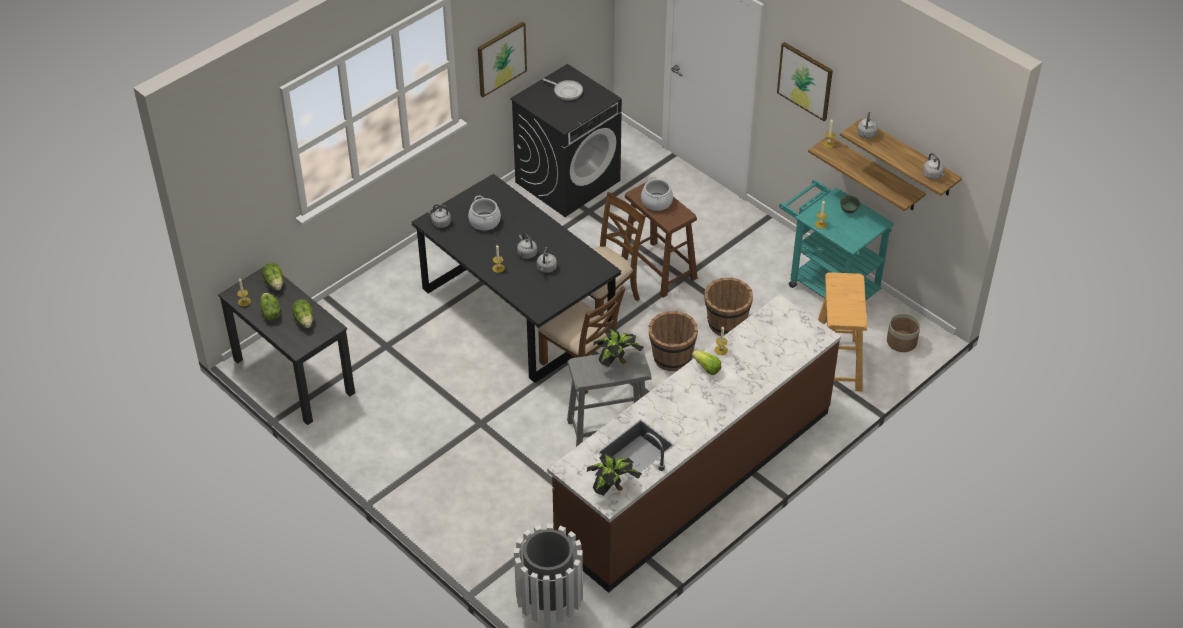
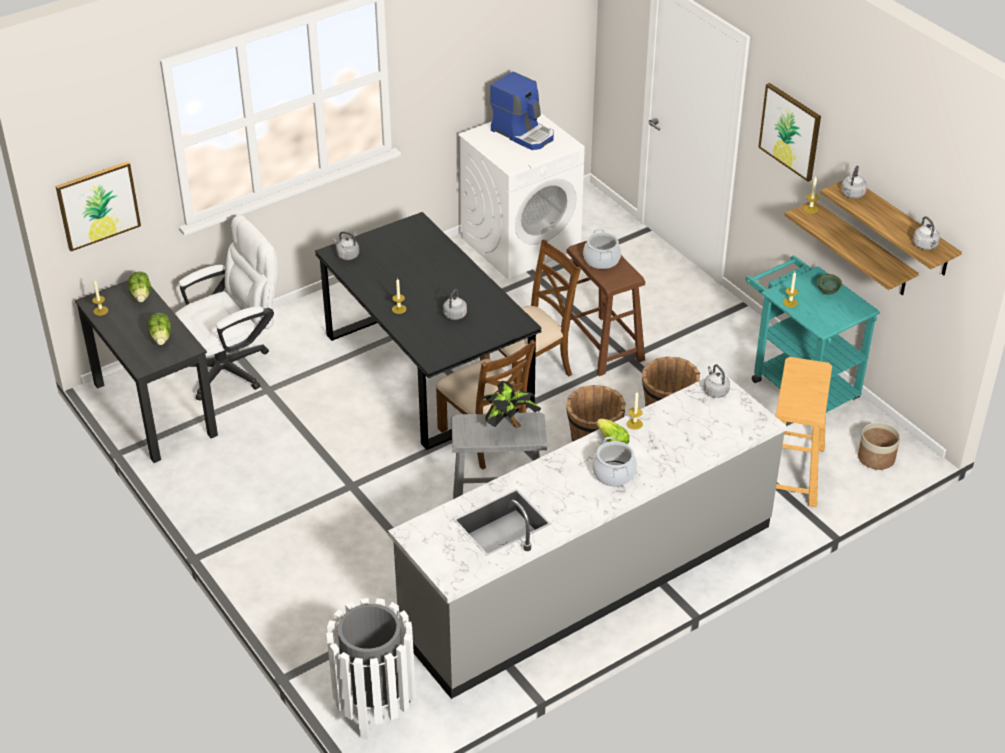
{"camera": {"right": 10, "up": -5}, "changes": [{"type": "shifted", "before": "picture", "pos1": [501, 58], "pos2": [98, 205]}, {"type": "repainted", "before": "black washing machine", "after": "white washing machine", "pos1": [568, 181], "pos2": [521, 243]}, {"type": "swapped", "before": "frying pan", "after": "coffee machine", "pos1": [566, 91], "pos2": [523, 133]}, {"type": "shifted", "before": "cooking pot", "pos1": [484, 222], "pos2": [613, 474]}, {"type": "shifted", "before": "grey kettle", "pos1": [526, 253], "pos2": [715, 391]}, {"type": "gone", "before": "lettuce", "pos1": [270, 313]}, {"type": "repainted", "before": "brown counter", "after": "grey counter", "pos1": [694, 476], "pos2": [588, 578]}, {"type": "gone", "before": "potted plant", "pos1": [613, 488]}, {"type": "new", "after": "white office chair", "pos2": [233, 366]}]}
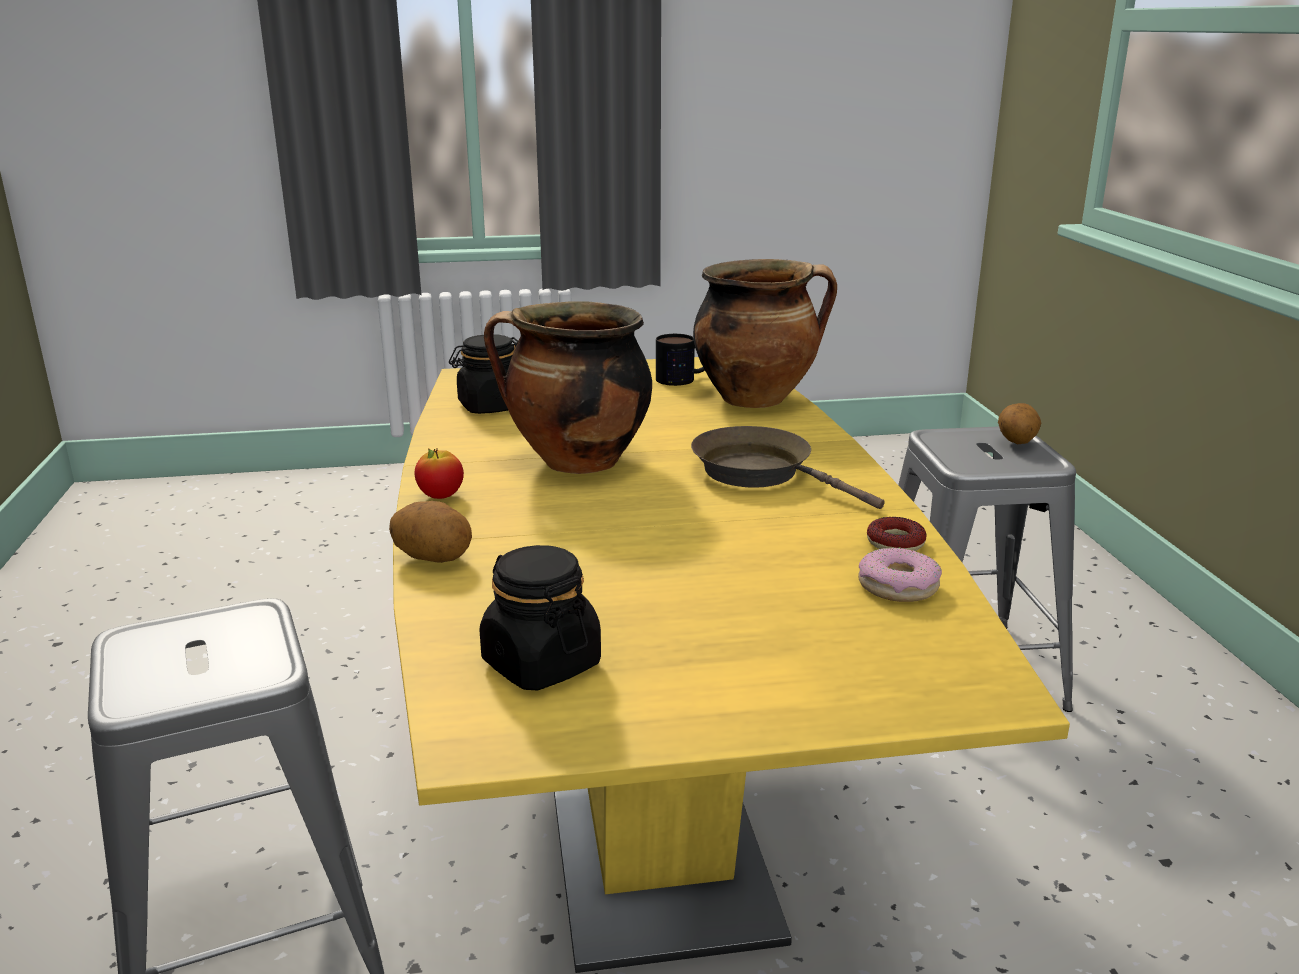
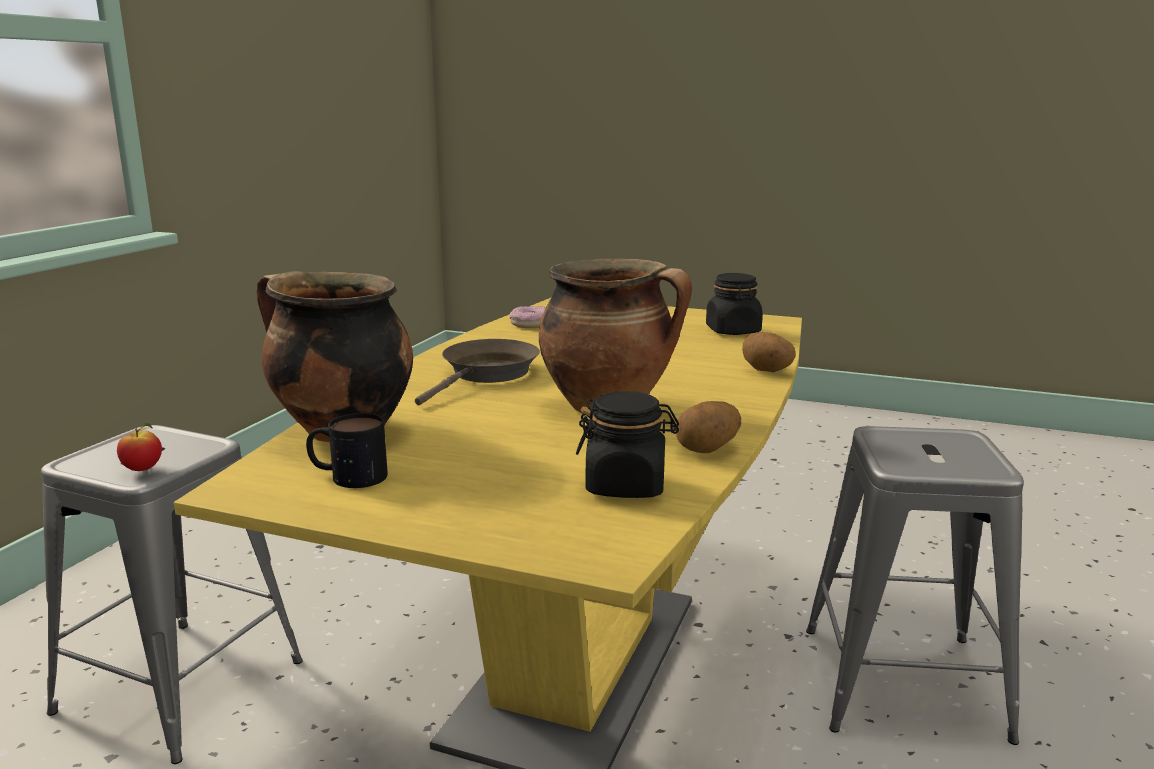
{"camera": {"right": -150, "up": -5}, "changes": [{"type": "shifted", "before": "potato", "pos1": [1016, 442], "pos2": [708, 450]}, {"type": "rotated", "before": "brown frying pan", "pos1": [760, 473], "pos2": [487, 374], "turn": -135}, {"type": "shifted", "before": "apple", "pos1": [440, 497], "pos2": [142, 469]}, {"type": "gone", "before": "donut", "pos1": [895, 542]}]}
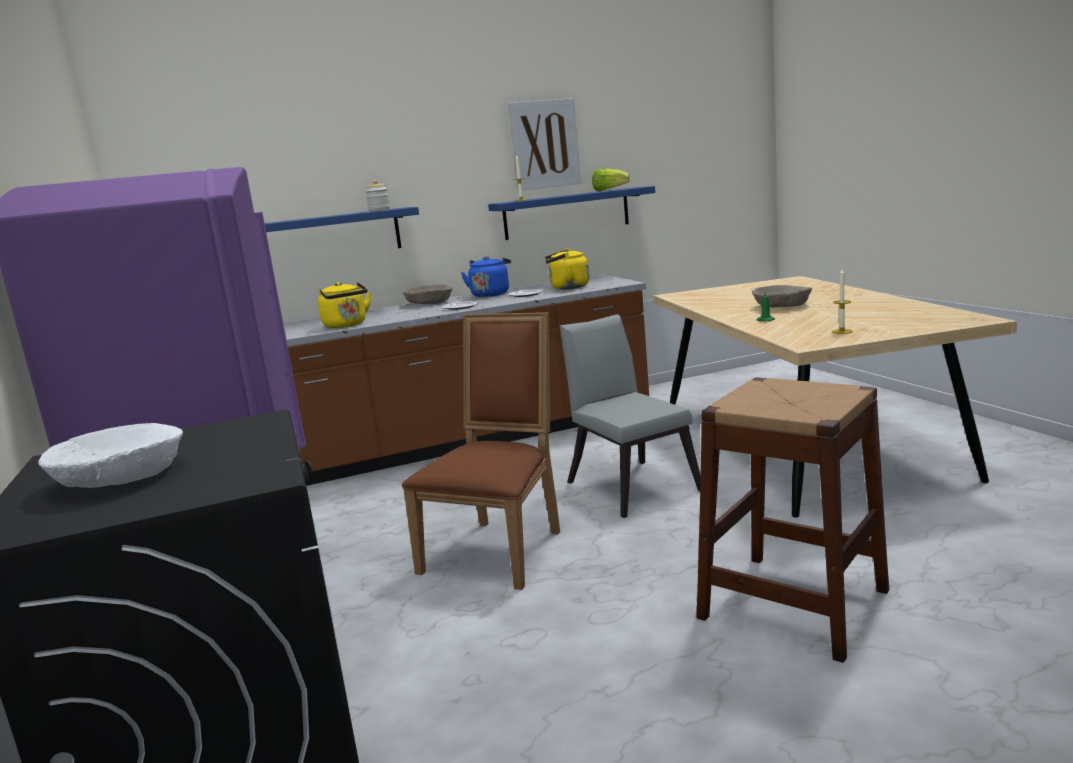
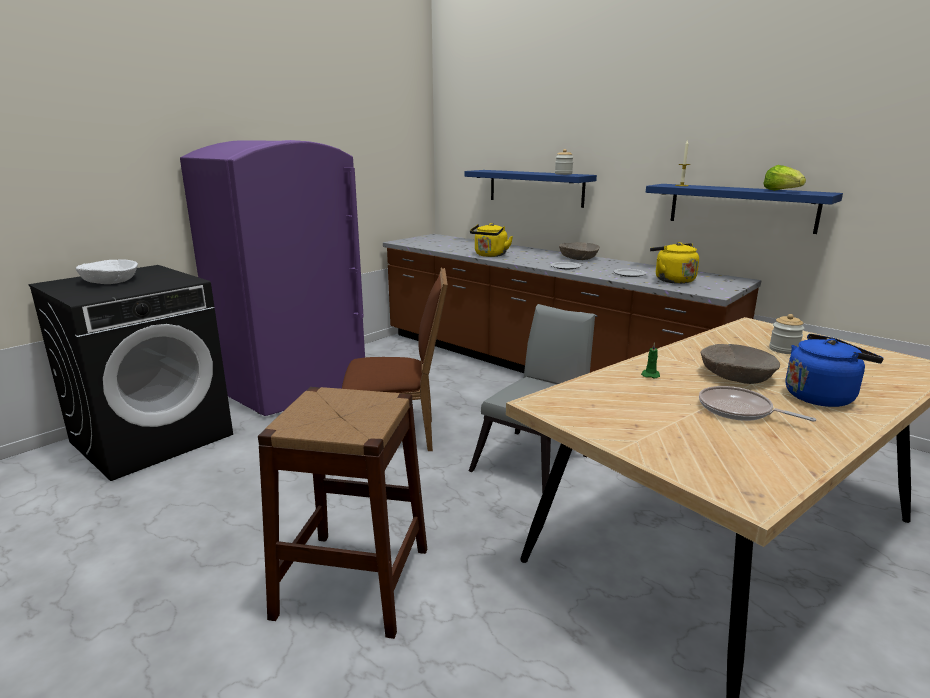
{"camera": {"right": 60, "up": 5}, "changes": [{"type": "gone", "before": "picture", "pos1": [544, 144]}, {"type": "shifted", "before": "blue kettle", "pos1": [490, 294], "pos2": [822, 397]}, {"type": "gone", "before": "candle", "pos1": [842, 331]}, {"type": "new", "after": "jar", "pos2": [784, 350]}, {"type": "new", "after": "frying pan", "pos2": [739, 410]}]}
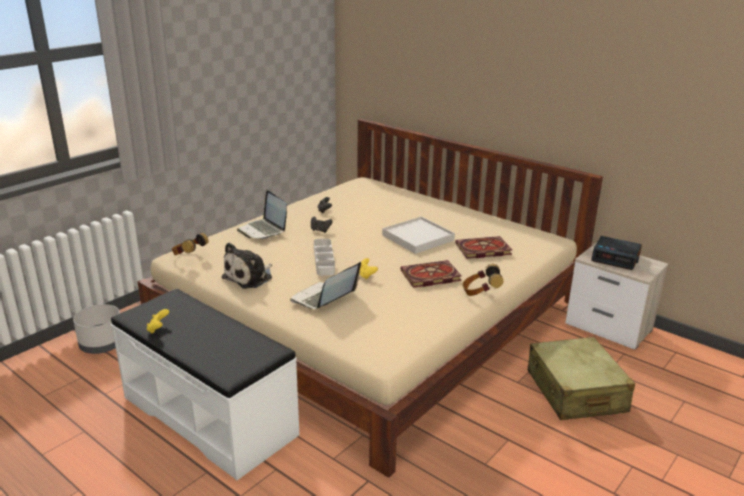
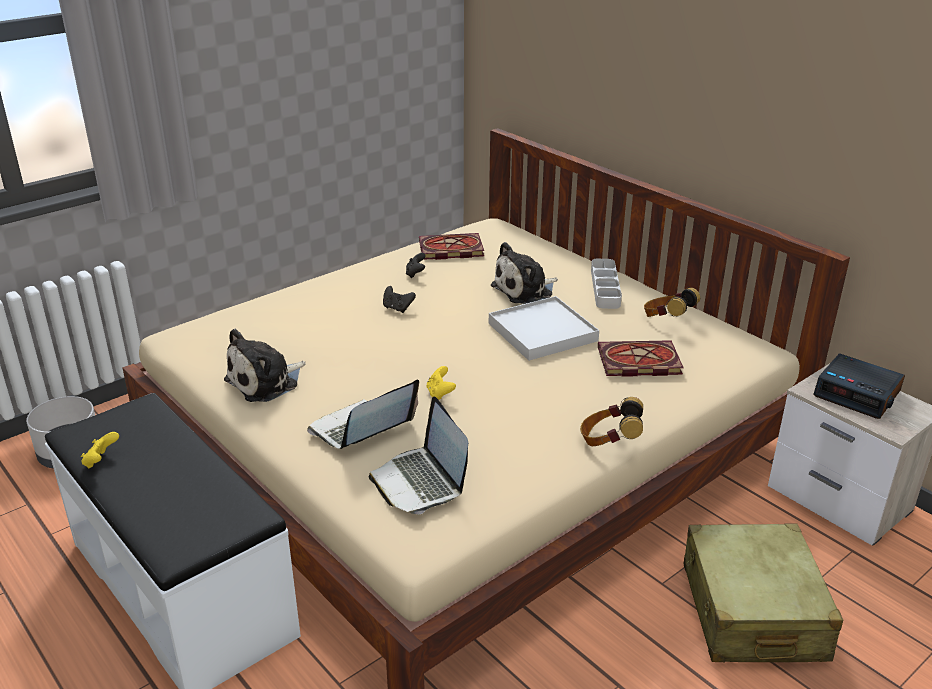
{"camera": {"right": 10, "up": 5}, "changes": [{"type": "shifted", "before": "laptop", "pos1": [263, 230], "pos2": [420, 482]}, {"type": "shifted", "before": "headphones", "pos1": [189, 256], "pos2": [667, 320]}, {"type": "shifted", "before": "grey tray", "pos1": [324, 260], "pos2": [605, 287]}, {"type": "shifted", "before": "book", "pos1": [429, 277], "pos2": [449, 250]}, {"type": "new", "after": "plush toy", "pos2": [525, 290]}]}
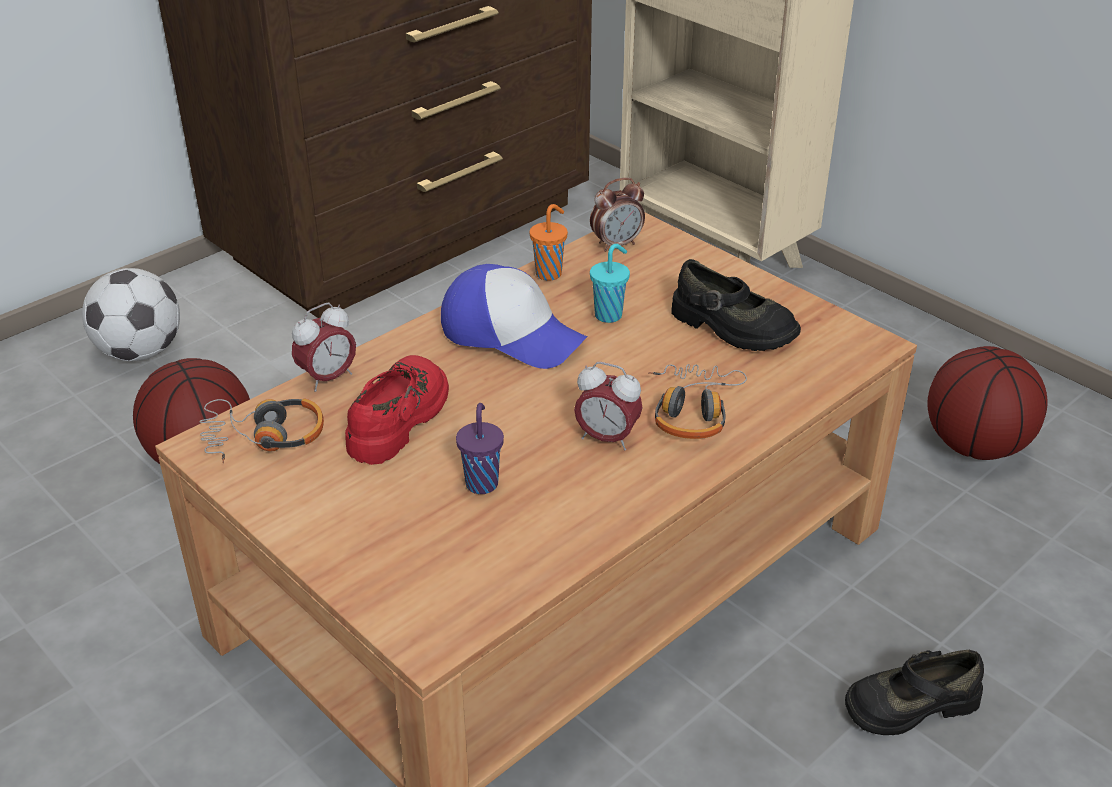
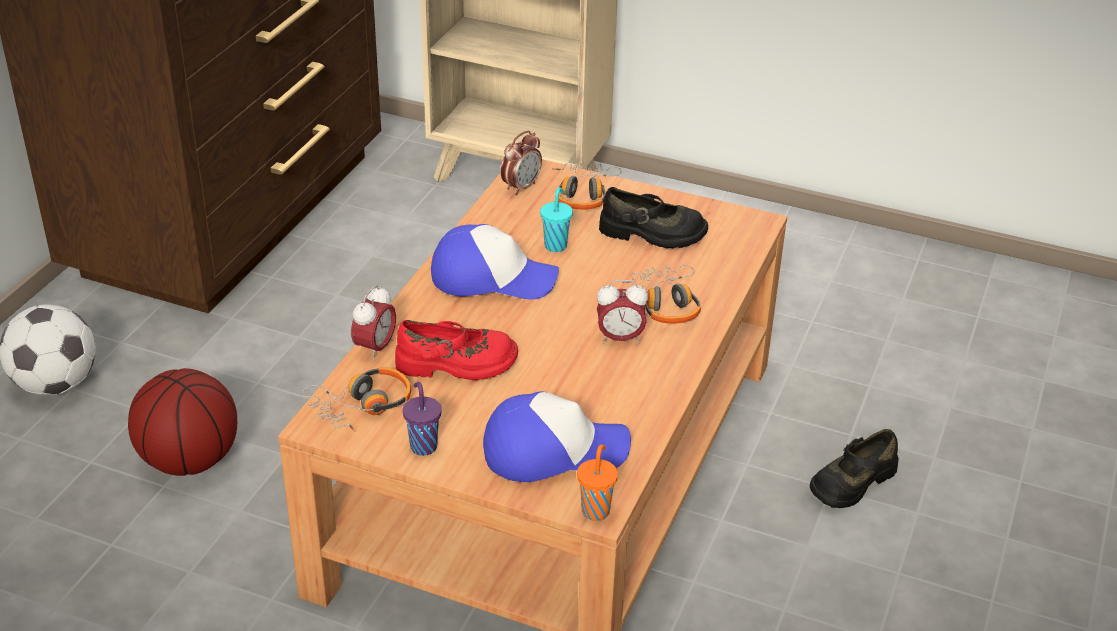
{"camera": {"right": -25, "up": 0}, "changes": [{"type": "shifted", "before": "orange cup", "pos1": [550, 273], "pos2": [596, 510]}, {"type": "gone", "before": "basketball", "pos1": [975, 445]}, {"type": "rotated", "before": "red shoe", "pos1": [399, 419], "pos2": [457, 364], "turn": 90}, {"type": "shifted", "before": "purple cup", "pos1": [482, 482], "pos2": [423, 446]}, {"type": "new", "after": "headphones", "pos2": [583, 194]}, {"type": "new", "after": "cap", "pos2": [554, 450]}]}
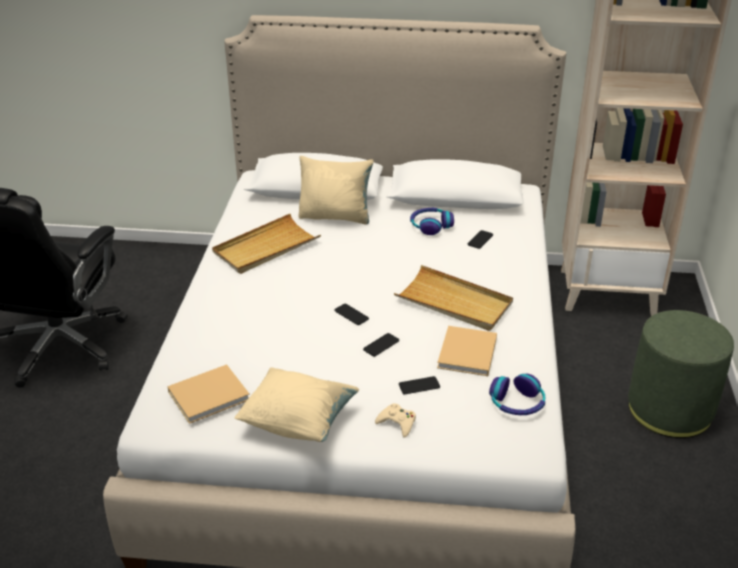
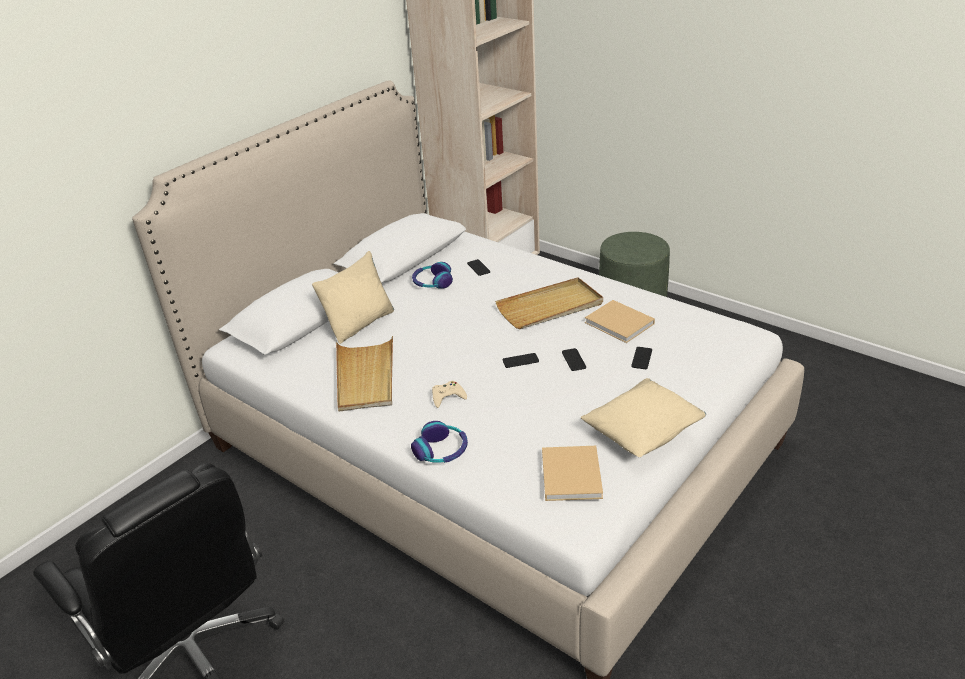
{"camera": {"right": -55, "up": 0}, "changes": [{"type": "shifted", "before": "headphones", "pos1": [517, 403], "pos2": [441, 450]}, {"type": "shifted", "before": "beige game controller", "pos1": [397, 423], "pos2": [447, 397]}]}
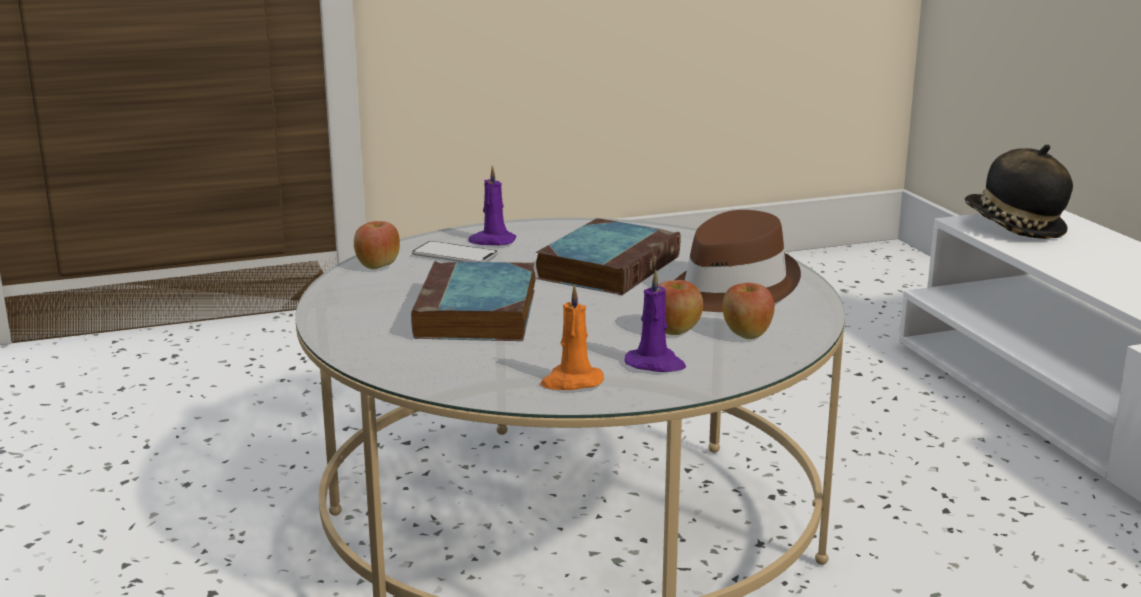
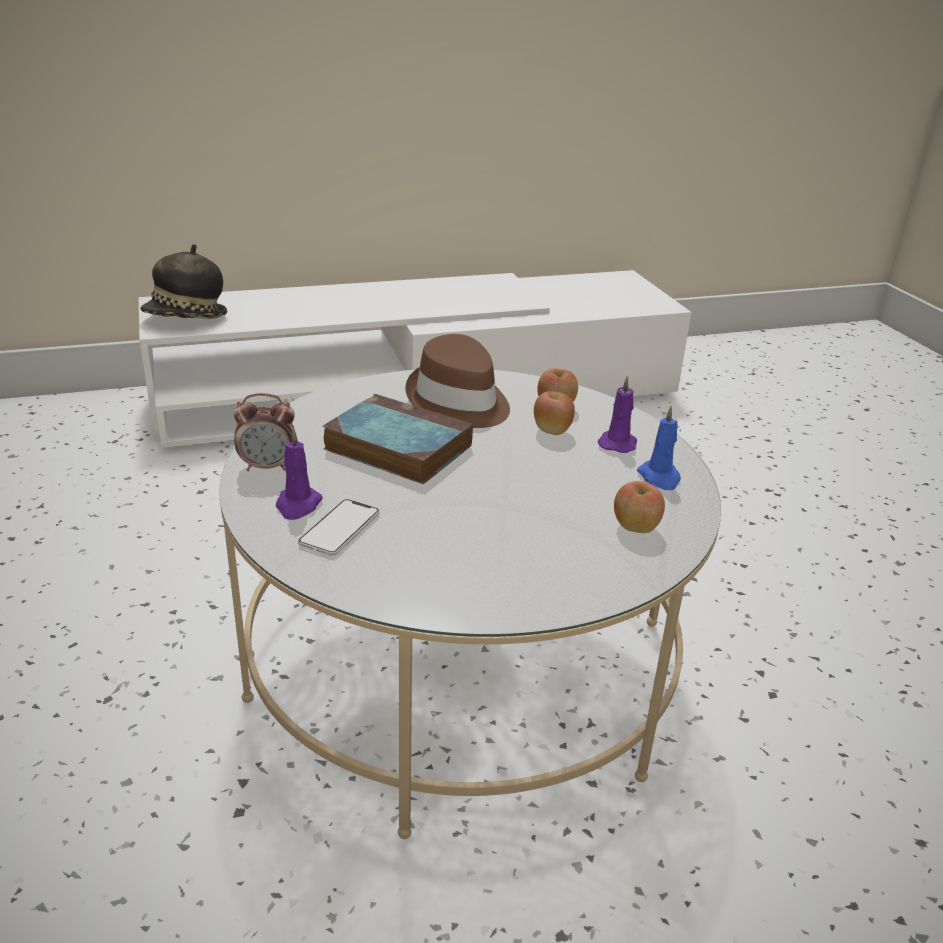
{"camera": {"right": -90, "up": 10}, "changes": [{"type": "shifted", "before": "apple", "pos1": [378, 266], "pos2": [635, 528]}, {"type": "gone", "before": "book", "pos1": [477, 314]}, {"type": "repainted", "before": "orange candle", "after": "blue candle", "pos1": [571, 382], "pos2": [660, 478]}, {"type": "new", "after": "alarm clock", "pos2": [267, 467]}]}
